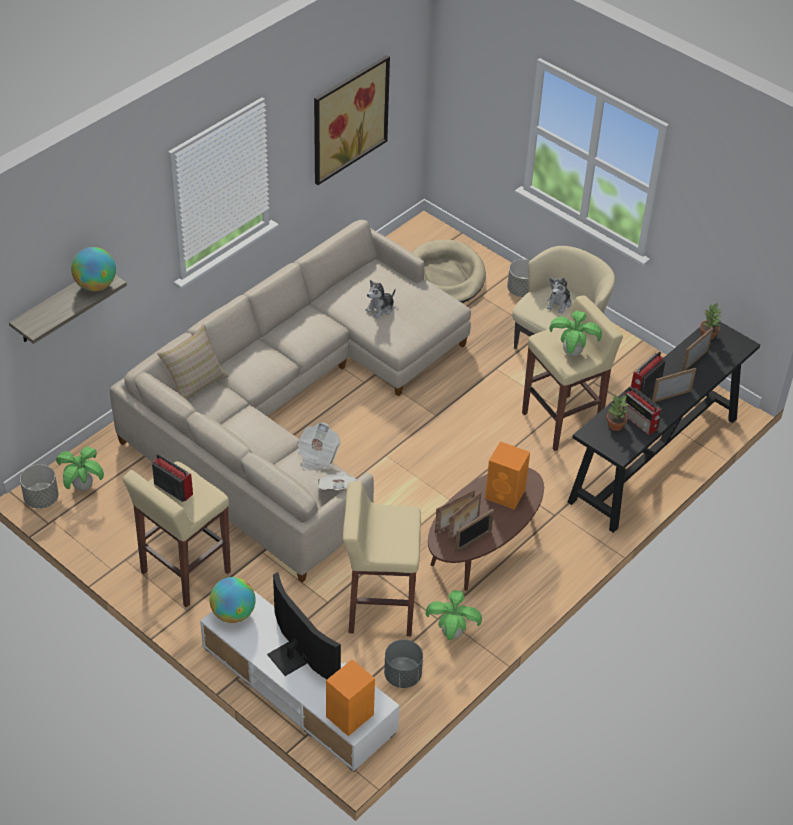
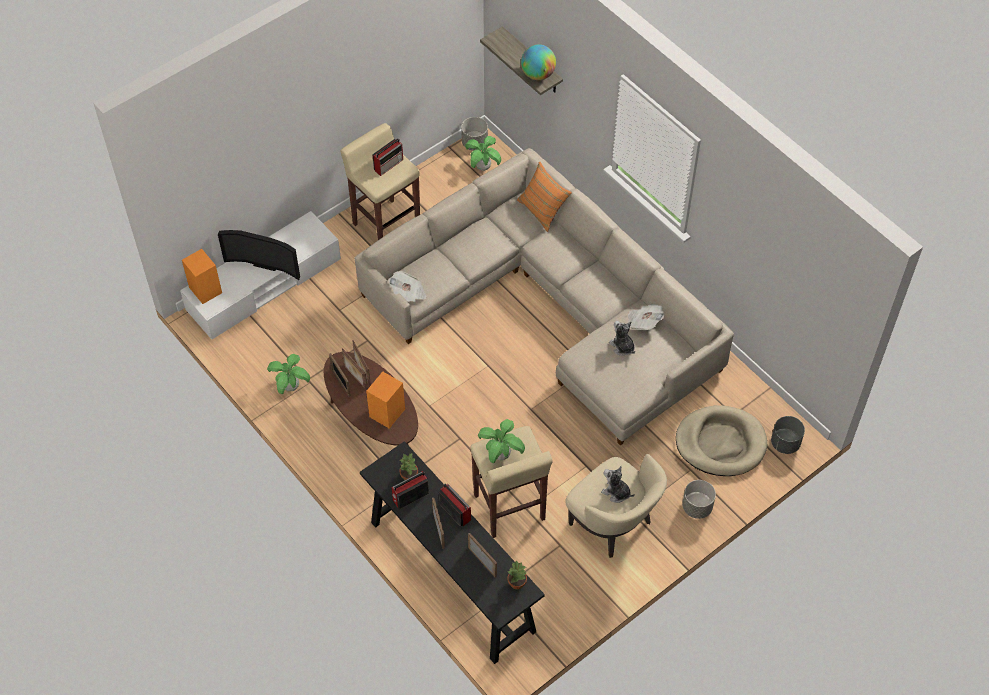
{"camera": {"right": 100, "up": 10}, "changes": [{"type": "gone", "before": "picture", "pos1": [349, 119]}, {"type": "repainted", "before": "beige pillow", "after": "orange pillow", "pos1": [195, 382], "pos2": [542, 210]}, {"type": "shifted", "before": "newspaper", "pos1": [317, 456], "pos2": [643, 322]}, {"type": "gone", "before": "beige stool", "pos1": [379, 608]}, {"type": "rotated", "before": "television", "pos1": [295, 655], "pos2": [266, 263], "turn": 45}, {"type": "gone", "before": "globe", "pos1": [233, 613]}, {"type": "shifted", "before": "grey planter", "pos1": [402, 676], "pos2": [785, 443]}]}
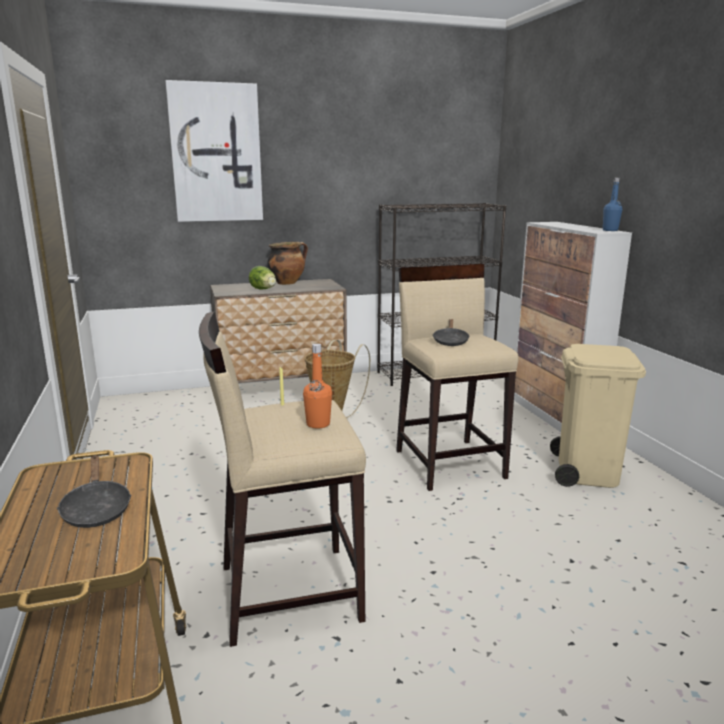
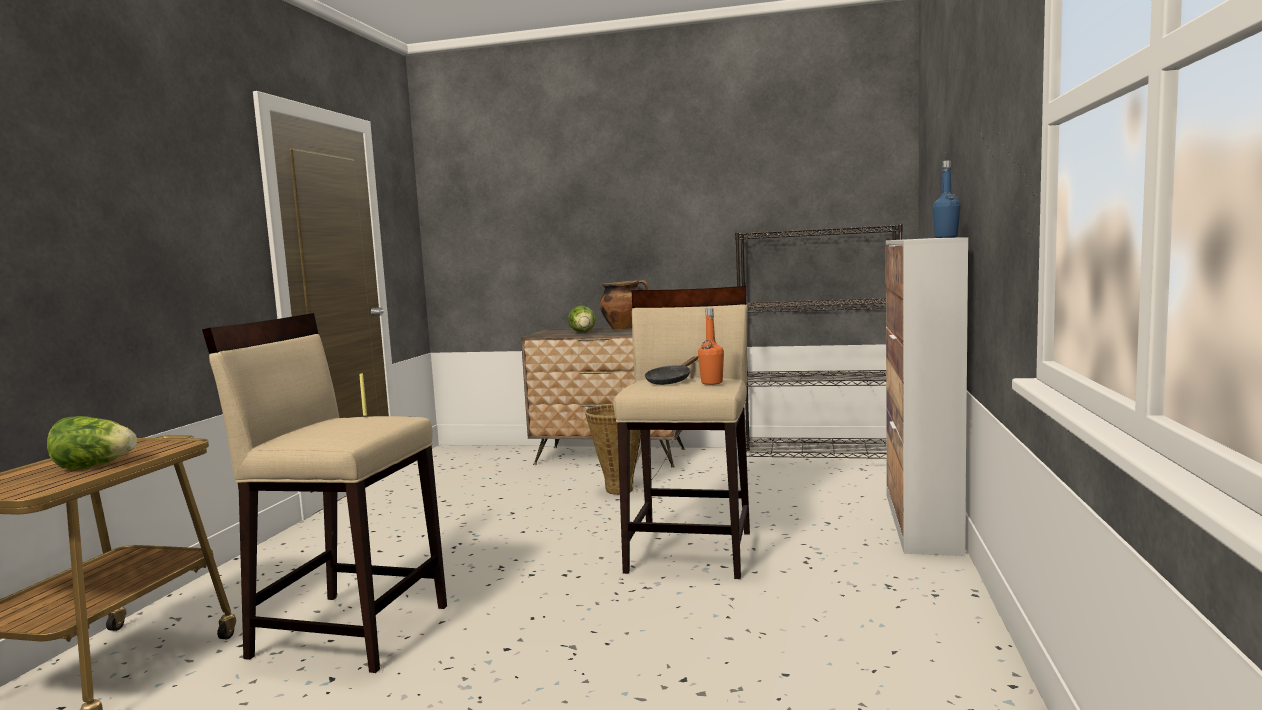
{"camera": {"right": 30, "up": -10}, "changes": [{"type": "gone", "before": "picture", "pos1": [216, 153]}, {"type": "shifted", "before": "orange bottle", "pos1": [318, 424], "pos2": [712, 383]}, {"type": "gone", "before": "beige trash can", "pos1": [586, 472]}, {"type": "swapped", "before": "black frying pan", "after": "lettuce", "pos1": [96, 509], "pos2": [94, 466]}]}
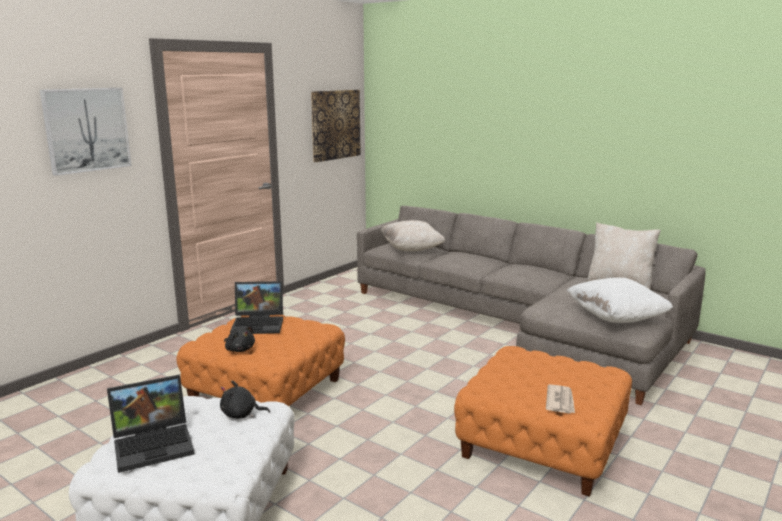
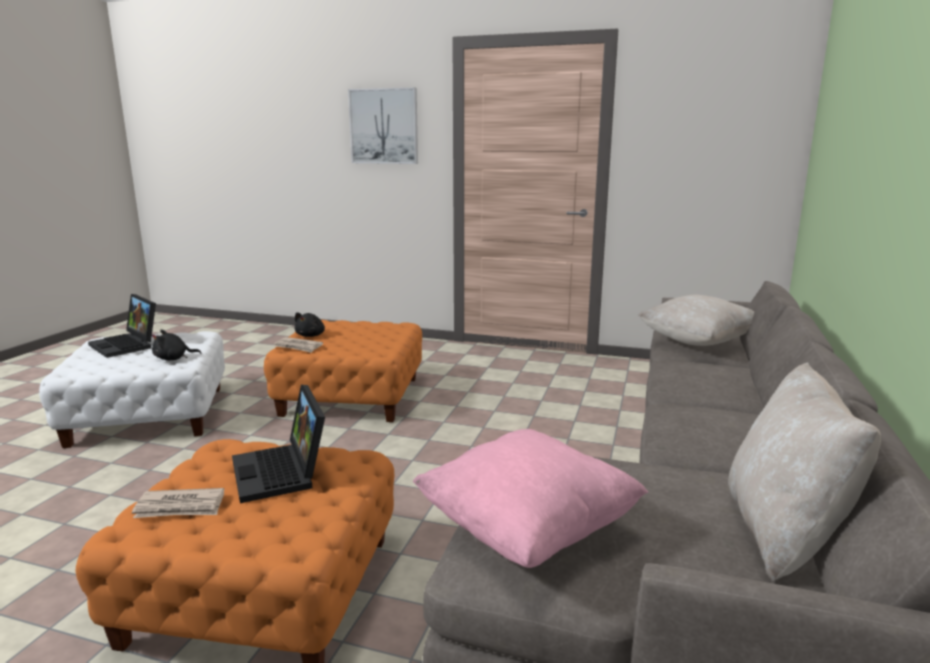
{"camera": {"right": 70, "up": 0}, "changes": [{"type": "gone", "before": "picture", "pos1": [335, 124]}, {"type": "repainted", "before": "white pillow", "after": "pink pillow", "pos1": [616, 318], "pos2": [527, 530]}, {"type": "shifted", "before": "laptop", "pos1": [259, 324], "pos2": [282, 473]}, {"type": "rotated", "before": "black plush toy", "pos1": [241, 414], "pos2": [173, 359], "turn": -90}, {"type": "new", "after": "newspaper", "pos2": [298, 347]}]}
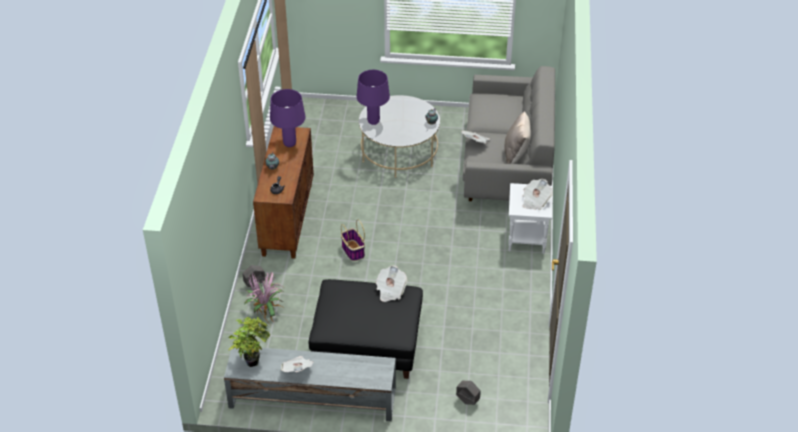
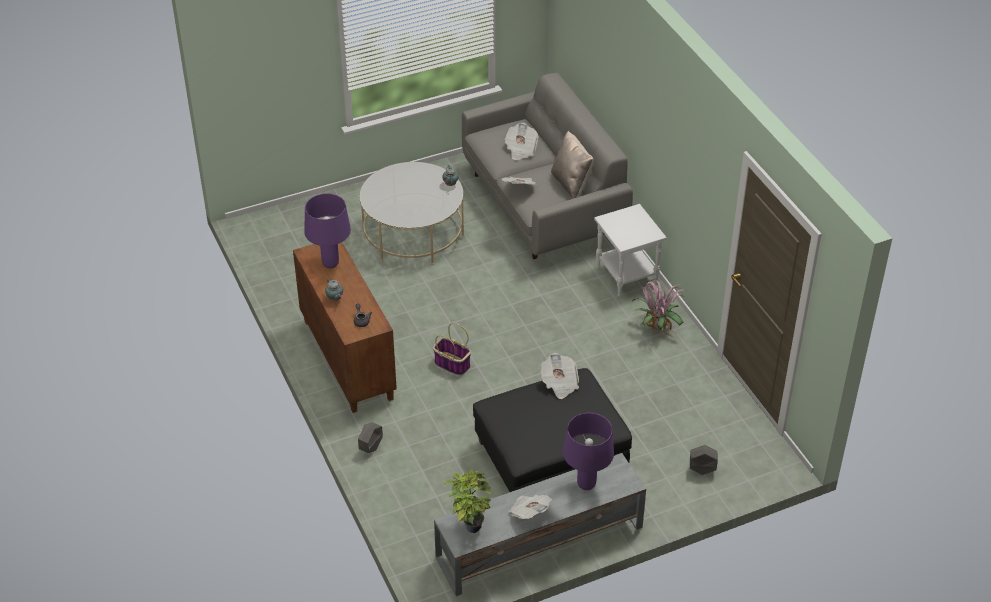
{"camera": {"right": -30, "up": 0}, "changes": [{"type": "shifted", "before": "purple table lamp", "pos1": [373, 121], "pos2": [586, 484]}, {"type": "shifted", "before": "newspaper", "pos1": [535, 201], "pos2": [520, 149]}, {"type": "shifted", "before": "potted plant", "pos1": [266, 311], "pos2": [656, 327]}]}
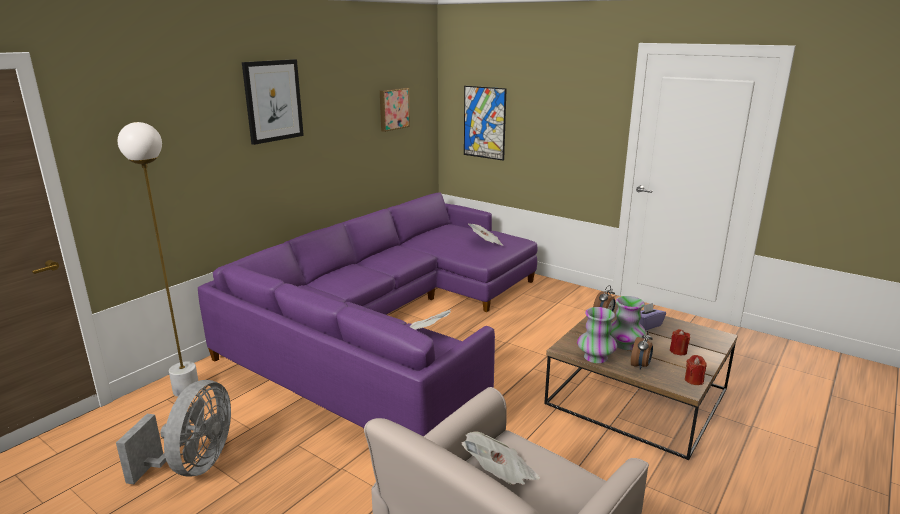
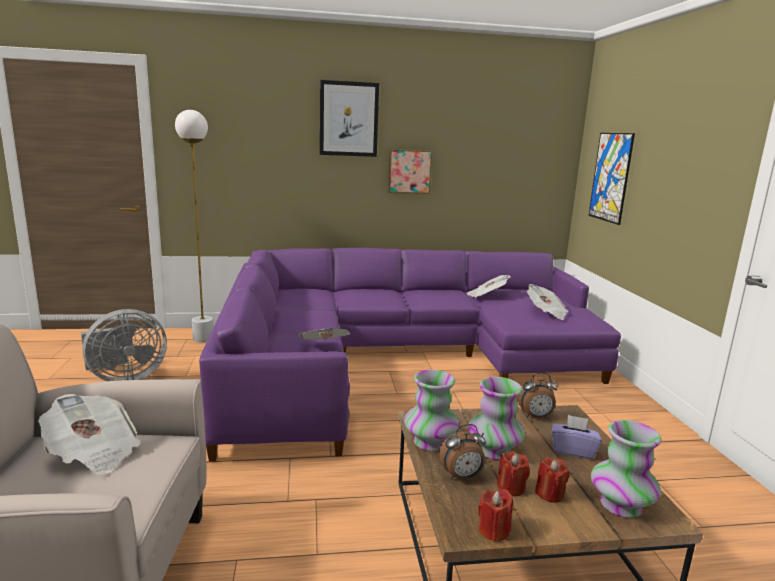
{"camera": {"right": 45, "up": -5}, "changes": [{"type": "shifted", "before": "picture", "pos1": [393, 109], "pos2": [409, 171]}, {"type": "new", "after": "newspaper", "pos2": [486, 296]}, {"type": "new", "after": "vase", "pos2": [620, 505]}, {"type": "new", "after": "red candle", "pos2": [511, 487]}]}
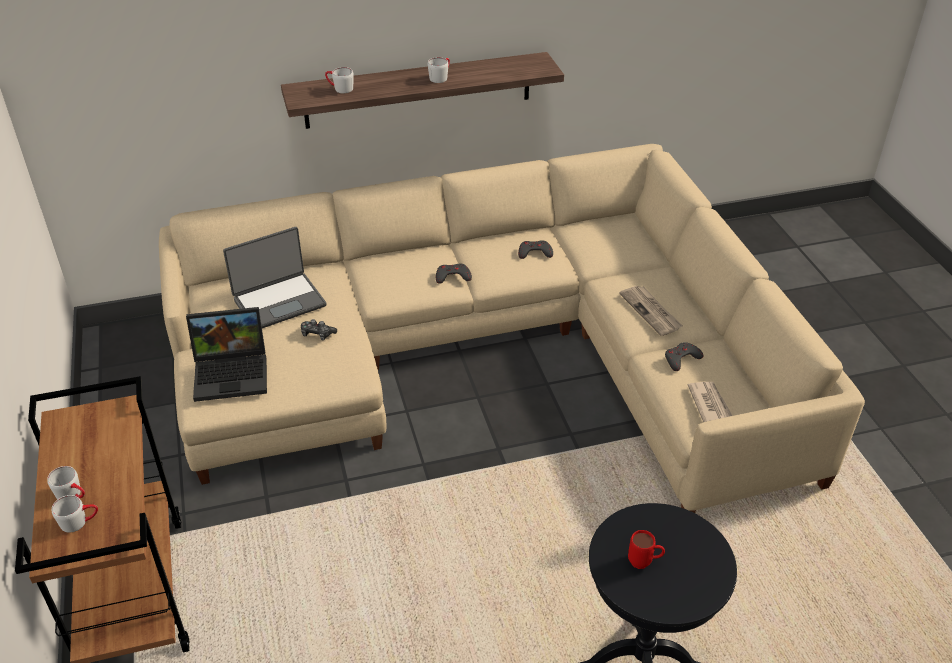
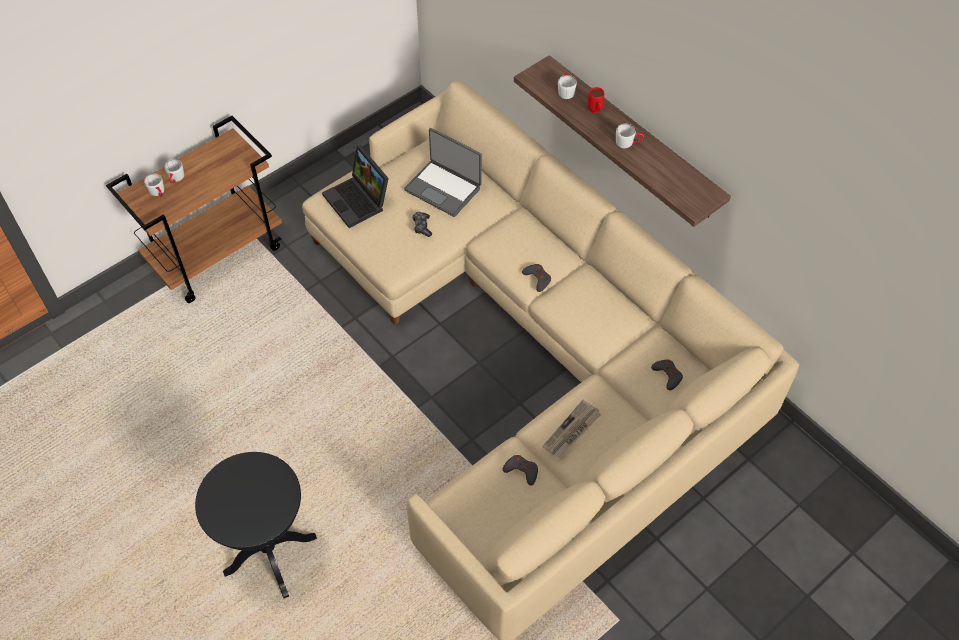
{"camera": {"right": 65, "up": 15}, "changes": [{"type": "shifted", "before": "grey game controller", "pos1": [534, 252], "pos2": [667, 375]}, {"type": "gone", "before": "newspaper", "pos1": [710, 405]}, {"type": "shifted", "before": "red mug", "pos1": [644, 563], "pos2": [595, 111]}]}
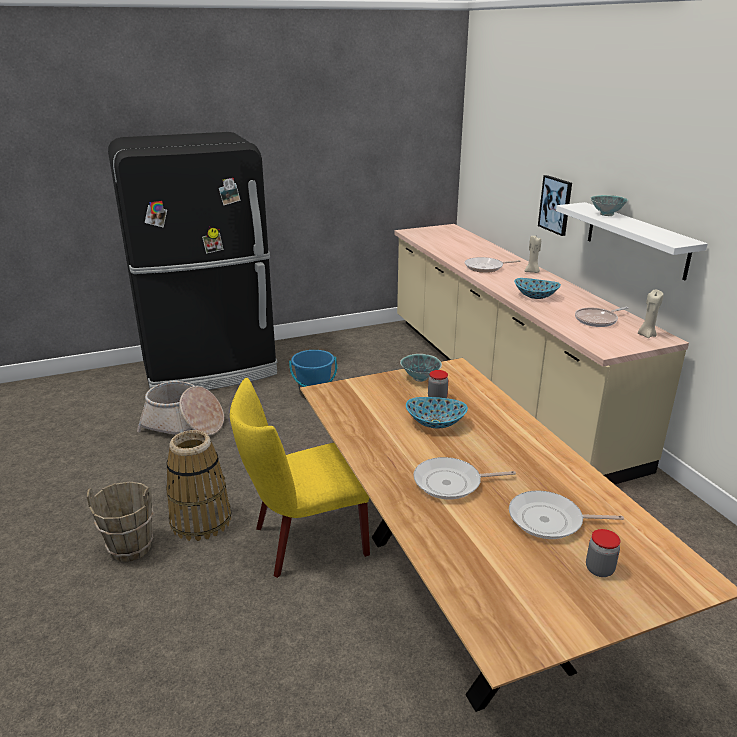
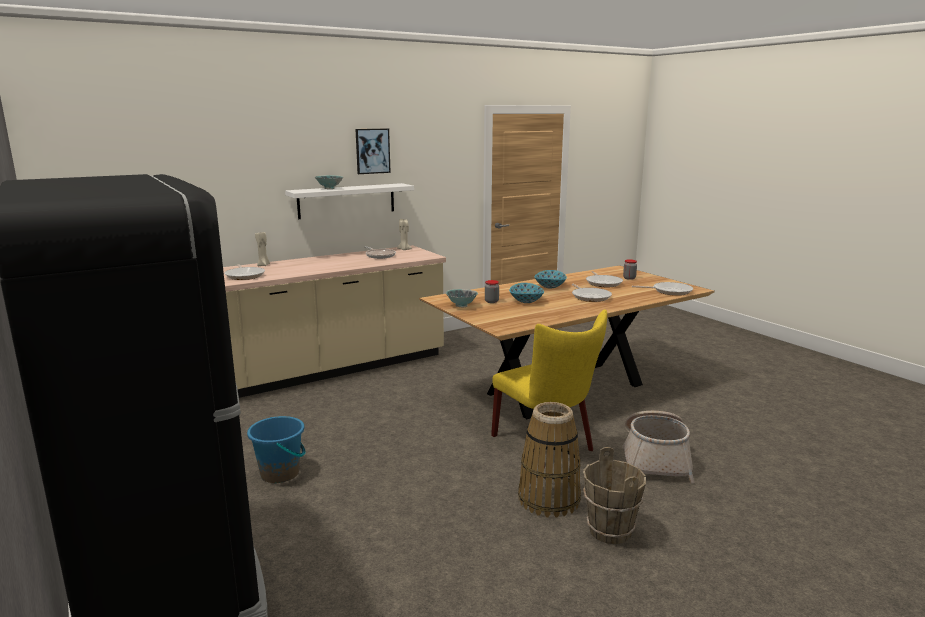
{"camera": {"right": -100, "up": -10}, "changes": [{"type": "shifted", "before": "picture", "pos1": [556, 205], "pos2": [372, 151]}, {"type": "shifted", "before": "bowl", "pos1": [535, 296], "pos2": [550, 286]}, {"type": "shifted", "before": "basket", "pos1": [184, 425], "pos2": [655, 459]}, {"type": "new", "after": "frying pan", "pos2": [669, 291]}]}
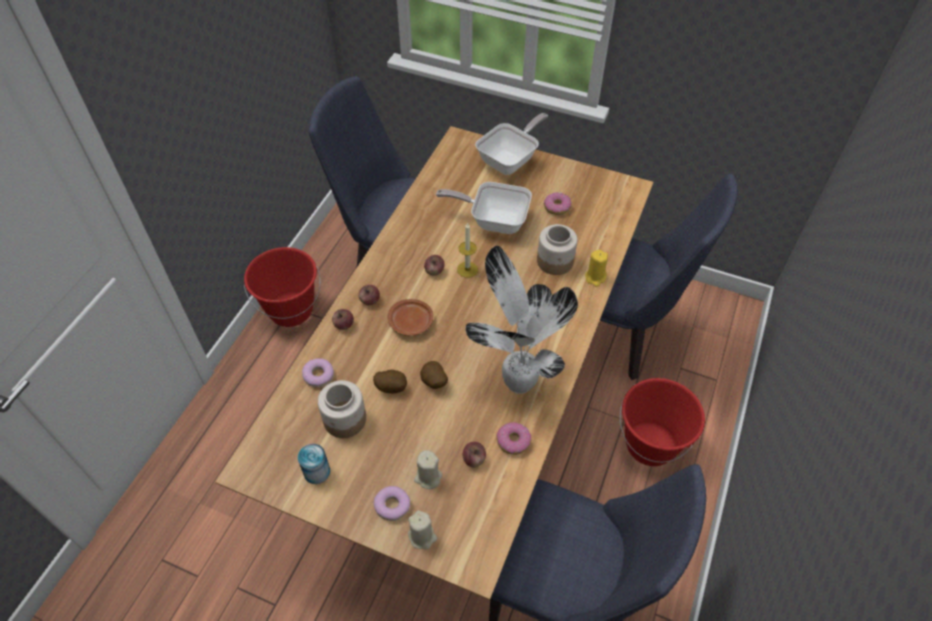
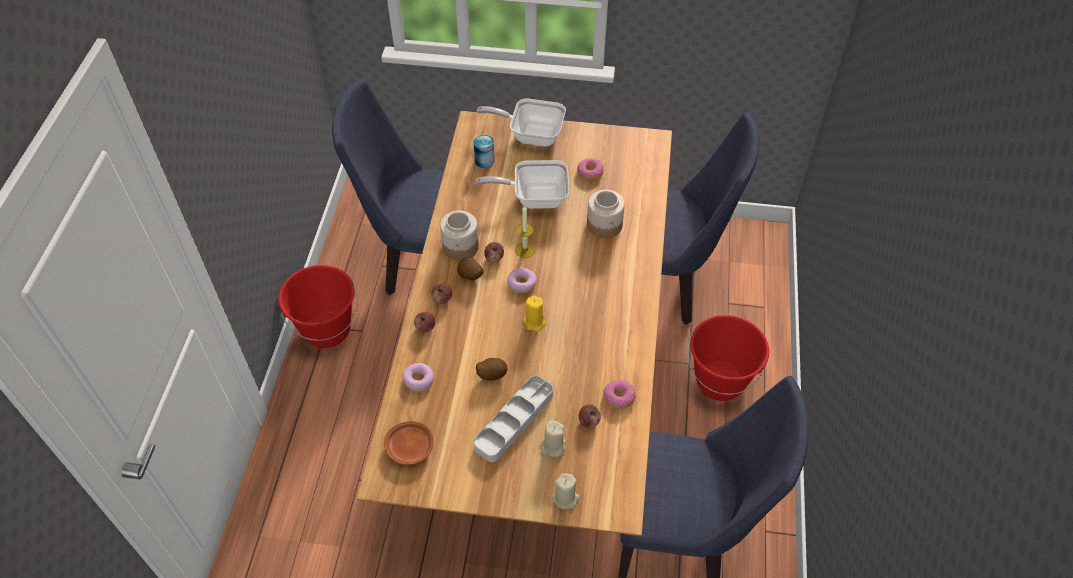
{"camera": {"right": -15, "up": 0}, "changes": [{"type": "rotated", "before": "frying pan", "pos1": [510, 160], "pos2": [531, 135], "turn": -105}, {"type": "gone", "before": "potted plant", "pos1": [517, 380]}, {"type": "shifted", "before": "yellow candle", "pos1": [595, 277], "pos2": [534, 322]}, {"type": "shifted", "before": "brown plate", "pos1": [411, 322], "pos2": [410, 447]}, {"type": "shifted", "before": "potato", "pos1": [433, 383], "pos2": [470, 277]}, {"type": "shifted", "before": "jar", "pos1": [345, 420], "pos2": [460, 246]}, {"type": "shifted", "before": "can", "pos1": [317, 471], "pos2": [484, 160]}, {"type": "shifted", "before": "donut", "pos1": [392, 506], "pos2": [522, 283]}, {"type": "new", "after": "grey tray", "pos2": [514, 421]}]}
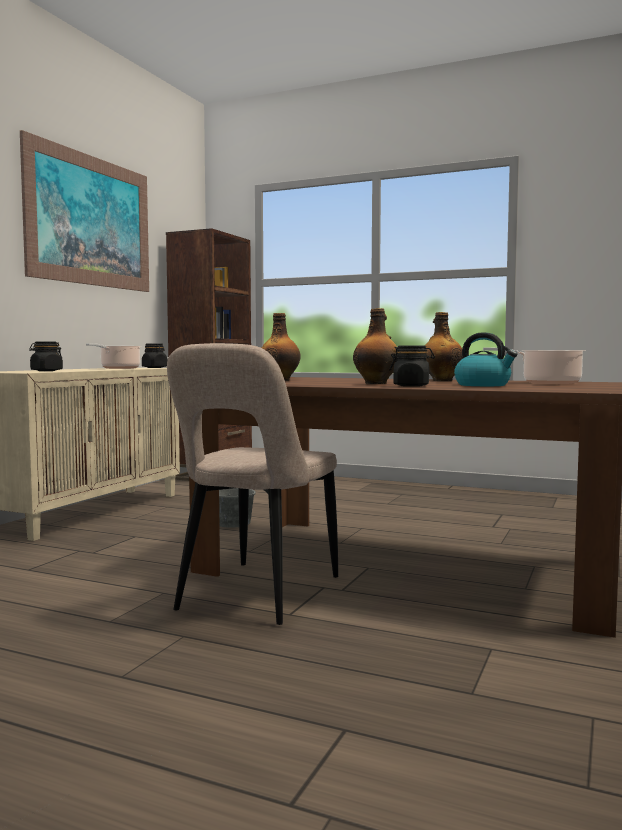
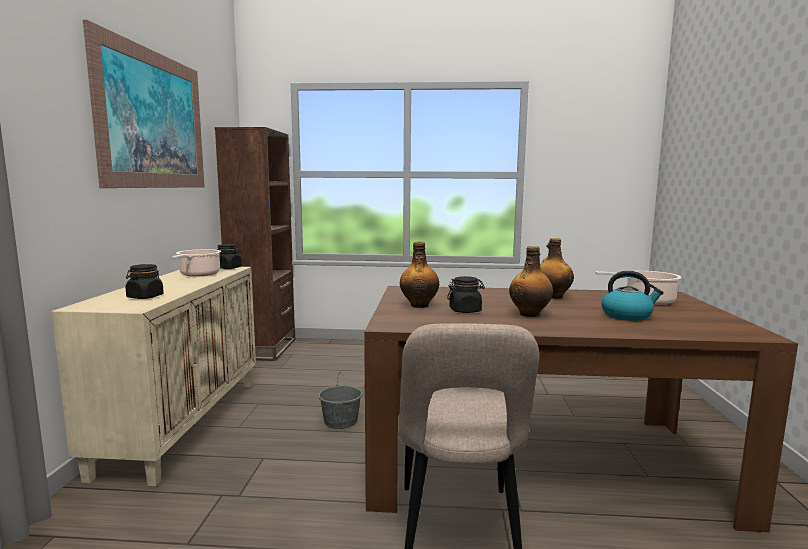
{"camera": {"right": -20, "up": 5}, "changes": [{"type": "shifted", "before": "black jar", "pos1": [411, 386], "pos2": [465, 310]}]}
